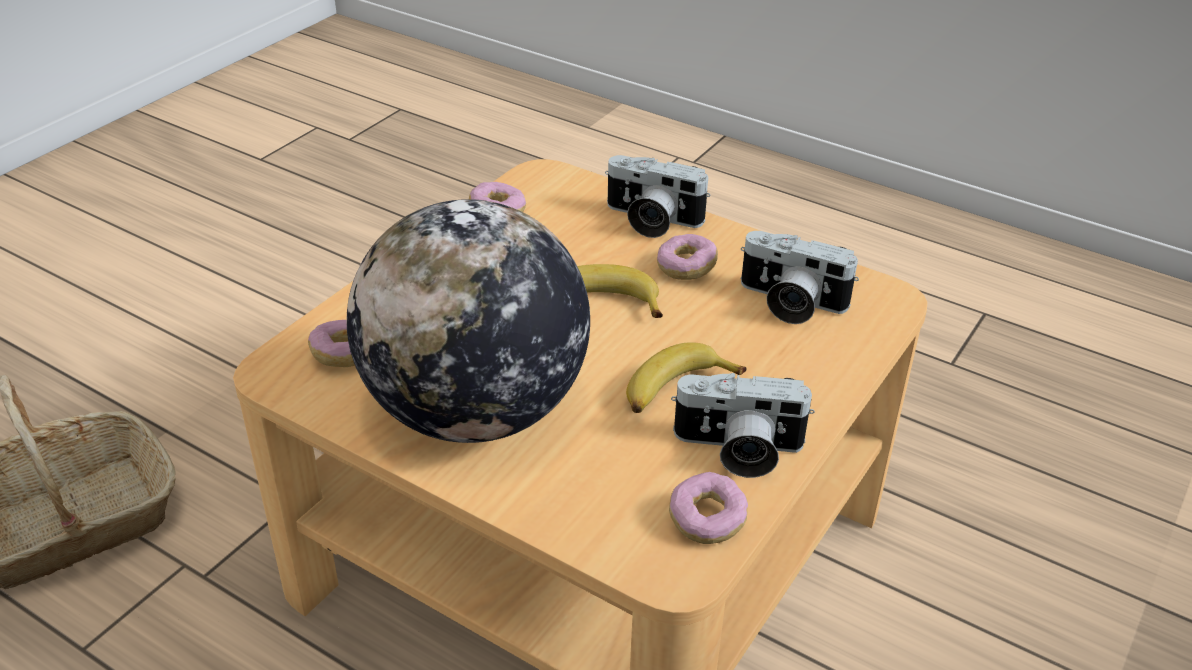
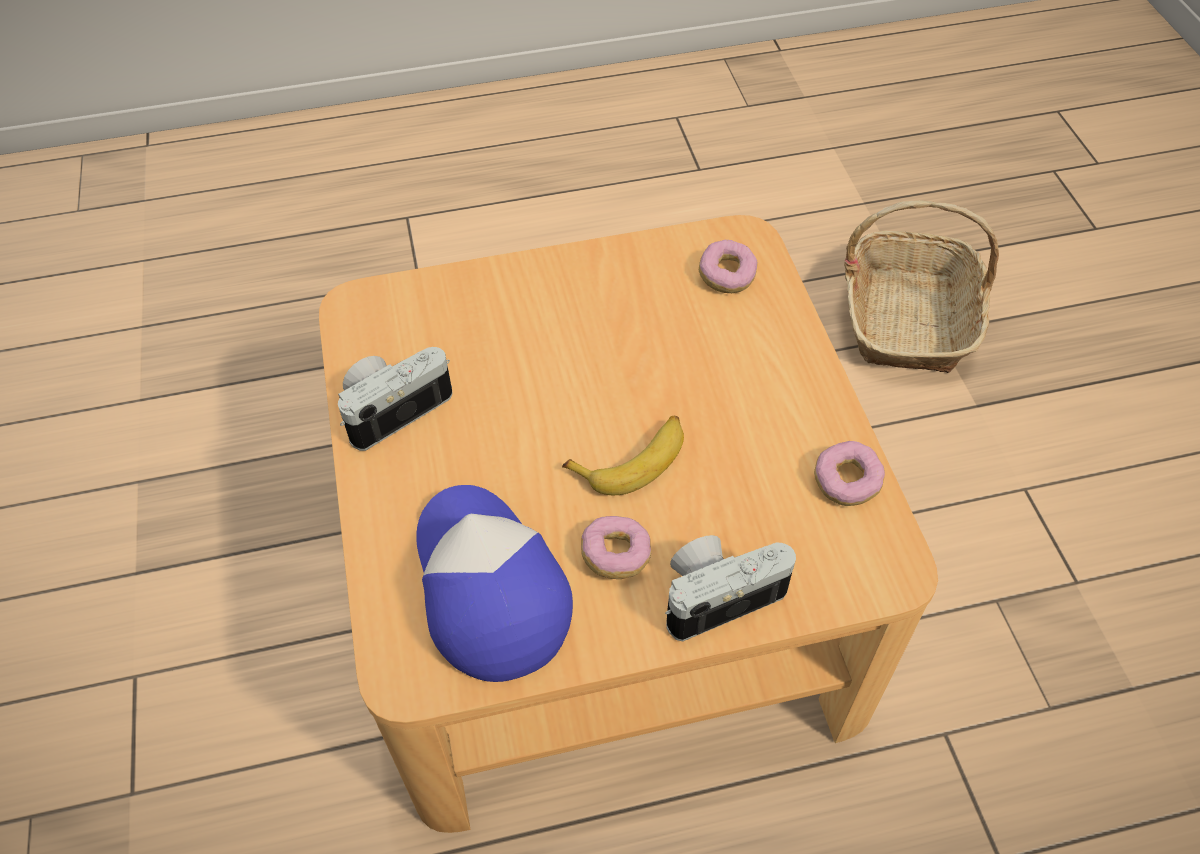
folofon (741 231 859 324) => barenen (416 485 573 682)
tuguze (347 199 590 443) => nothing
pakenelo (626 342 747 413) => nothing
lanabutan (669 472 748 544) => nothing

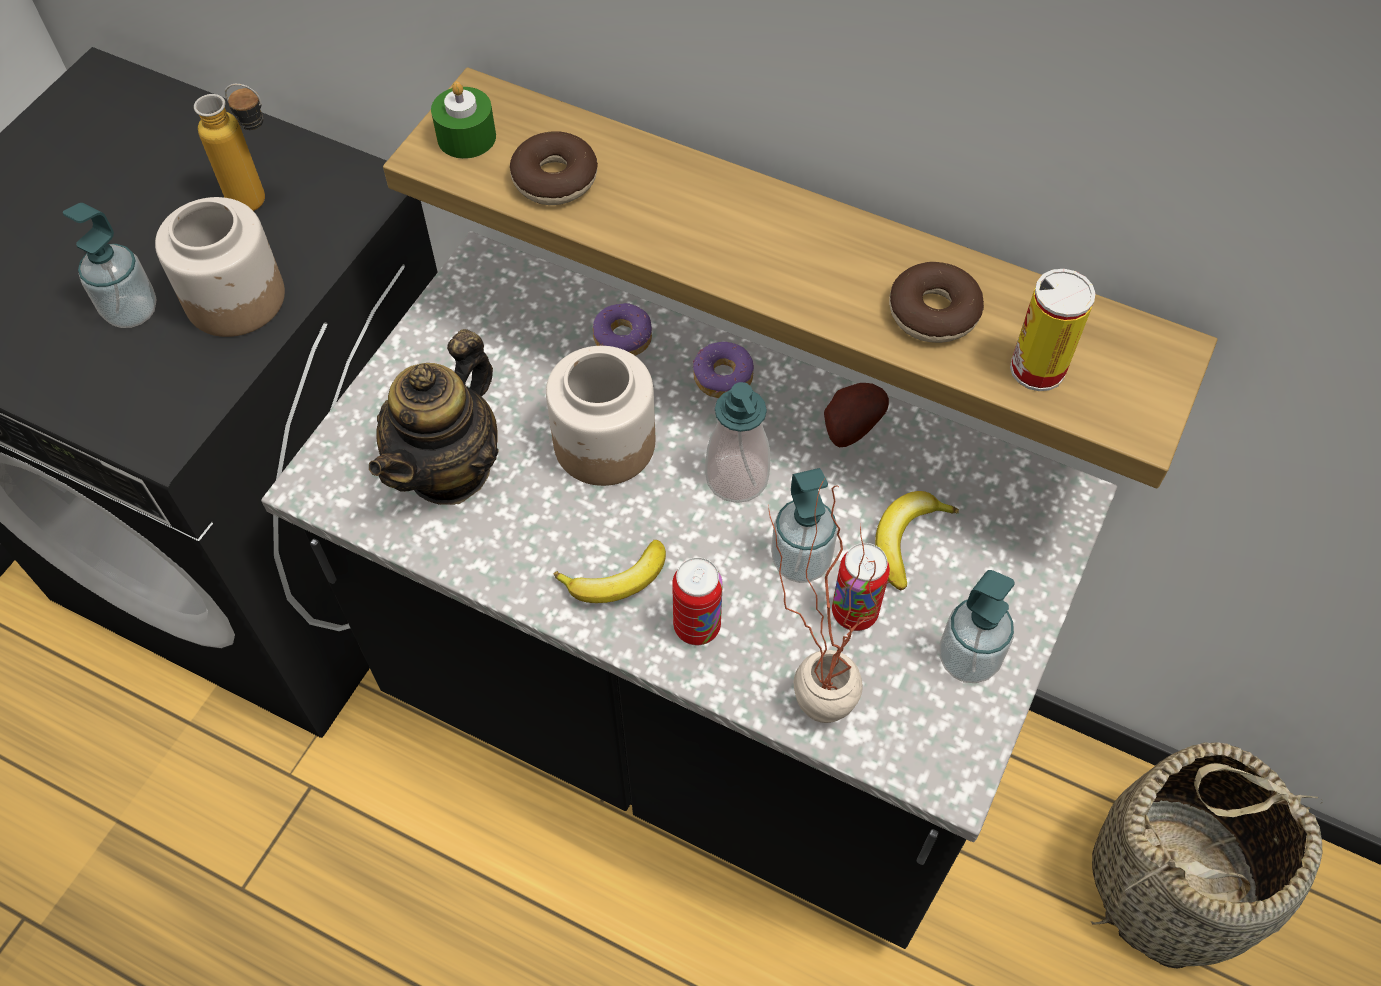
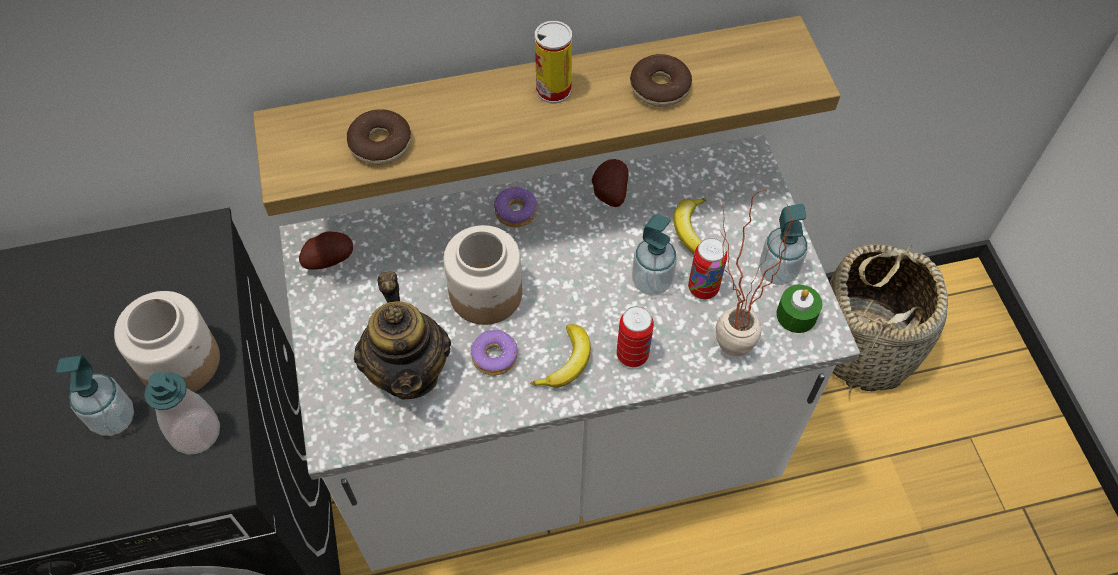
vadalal (705 382 770 503) => vadalal (144 372 220 455), relocated
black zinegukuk (261 231 1117 949) => white zinegukuk (279 135 860 571)
nothing => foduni (299 231 353 270)
lanabutan (593 303 652 356) => lanabutan (471 330 518 376), relocated
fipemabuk (1010 269 1096 391) => fipemabuk (535 21 572 103), relocated
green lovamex (431 81 496 159) => green lovamex (776 285 822 333), relocated
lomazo (194 84 265 211) => nothing

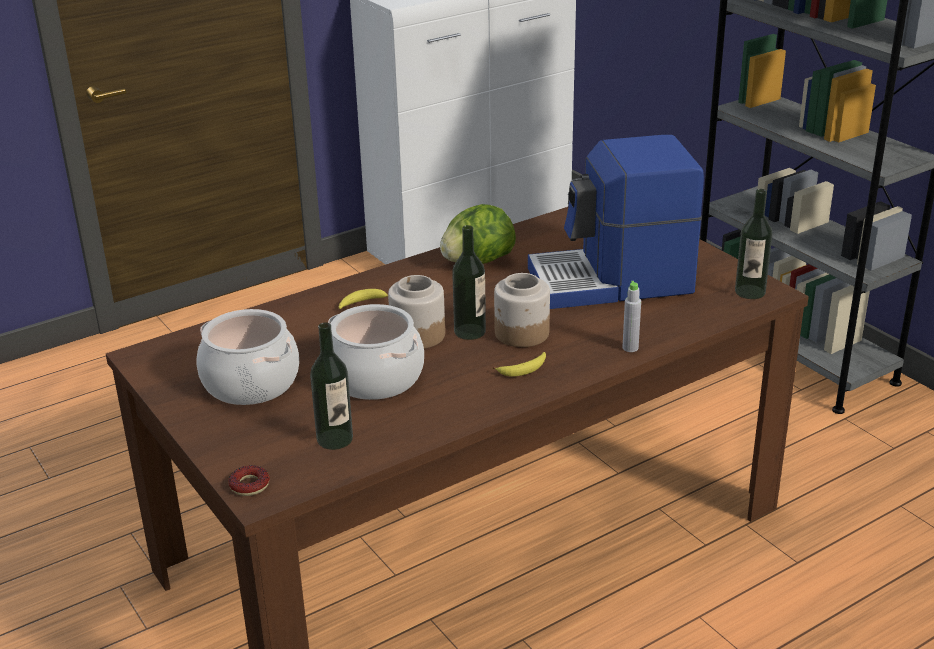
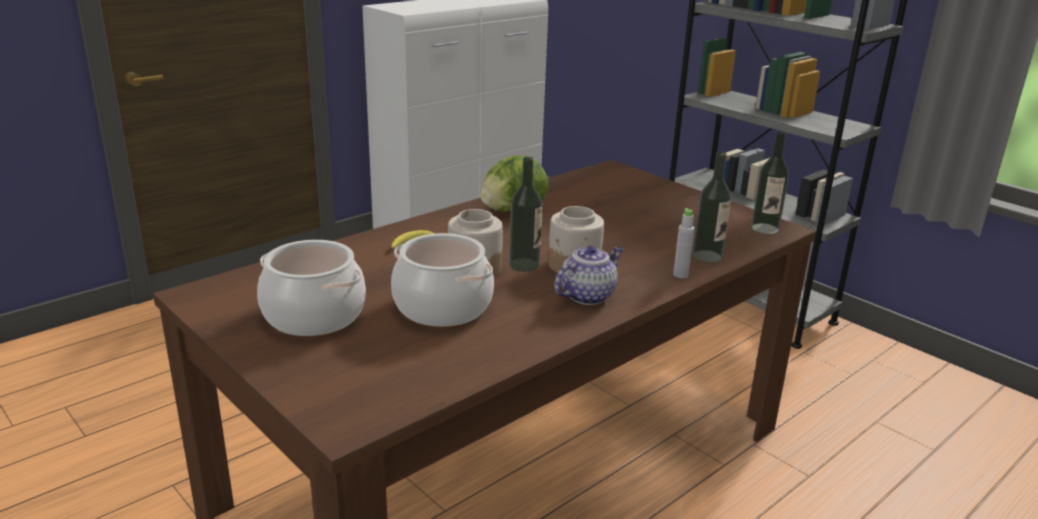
pakenelo (492 352 546 377) => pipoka (554 245 623 305)
lomazo (310 322 353 450) => lomazo (692 152 731 263), relocated
lanabutan (228 465 270 496) => nothing
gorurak (528 135 704 309) => nothing

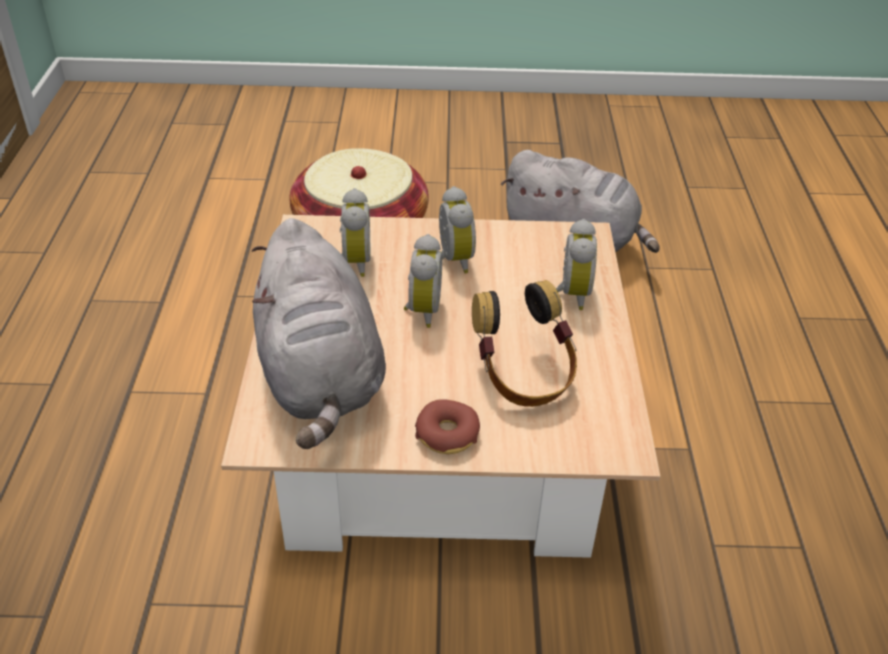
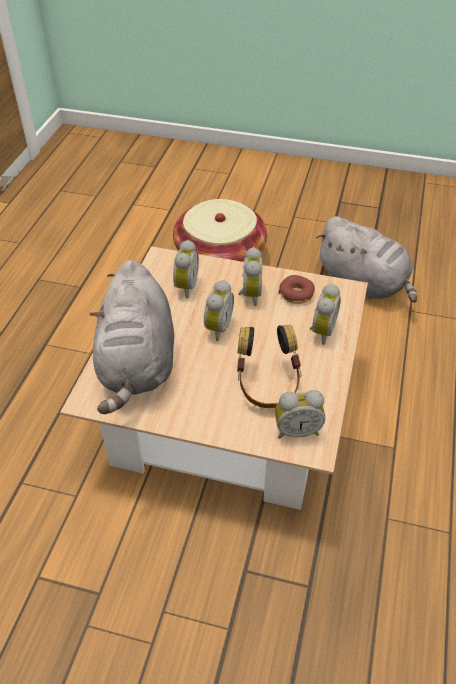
nothing => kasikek (275 390 325 439)
lanabutan (415 399 480 454) => lanabutan (278 275 315 304), relocated

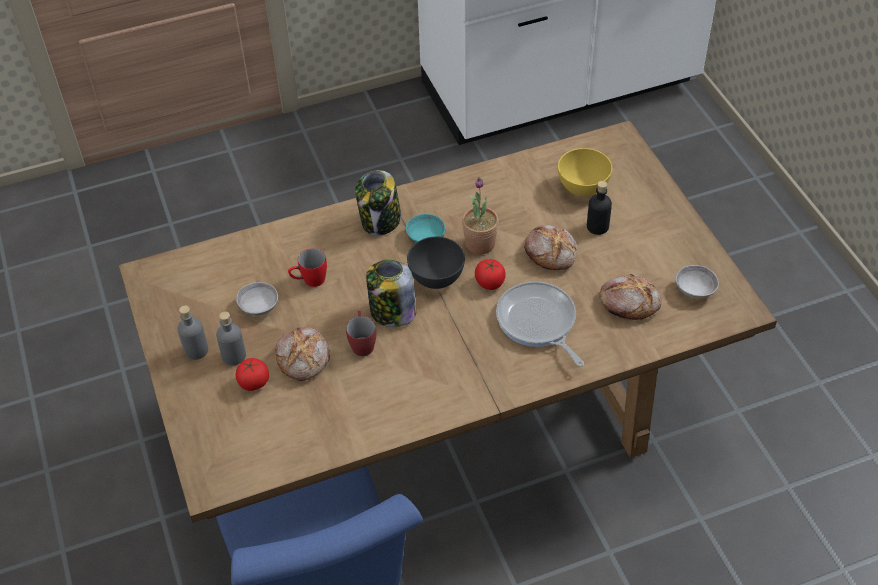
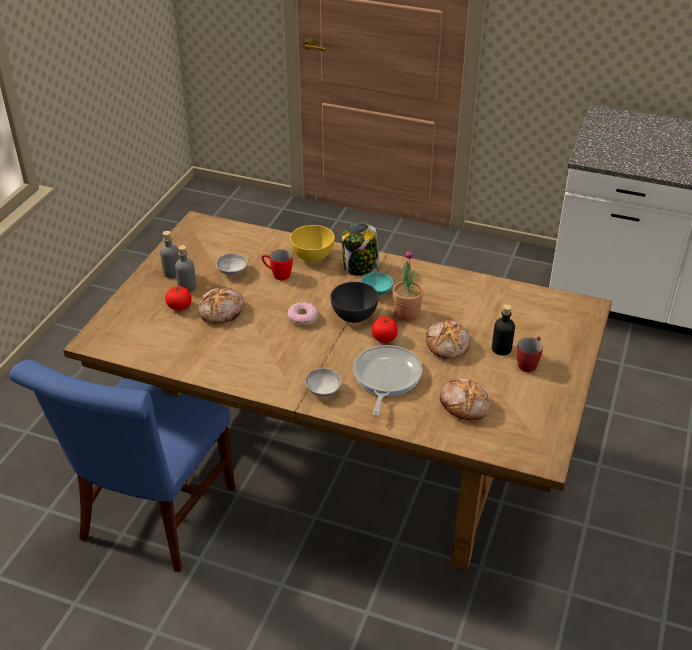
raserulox (366 260 416 327) => lanabutan (287 302 318 326)
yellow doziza (558 148 612 196) => yellow doziza (290 225 335 262), relocated
grey doziza (676 265 719 298) => grey doziza (305 368 342 397), relocated
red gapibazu (346 311 376 356) => red gapibazu (517 336 543 372), relocated

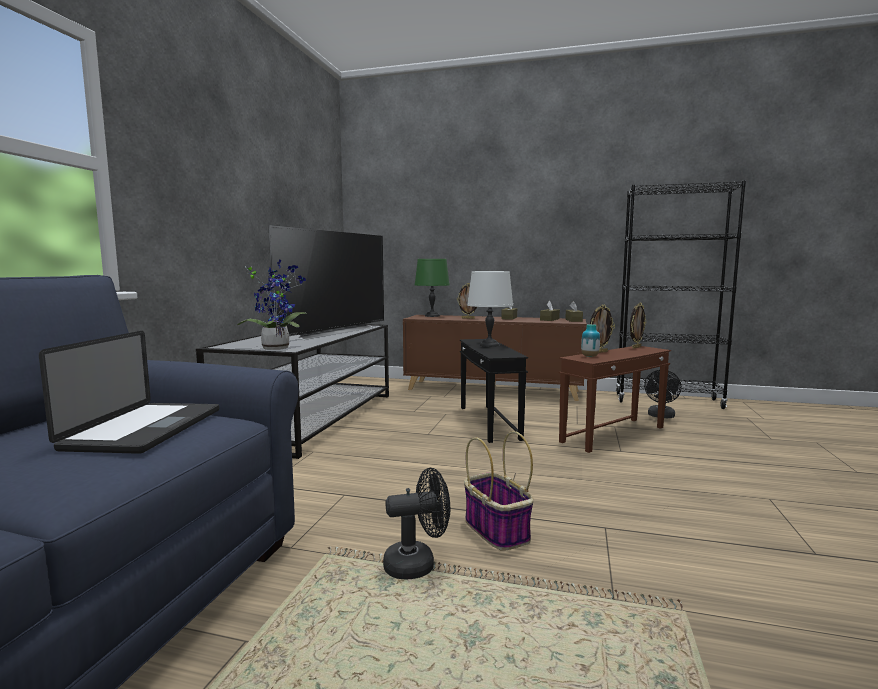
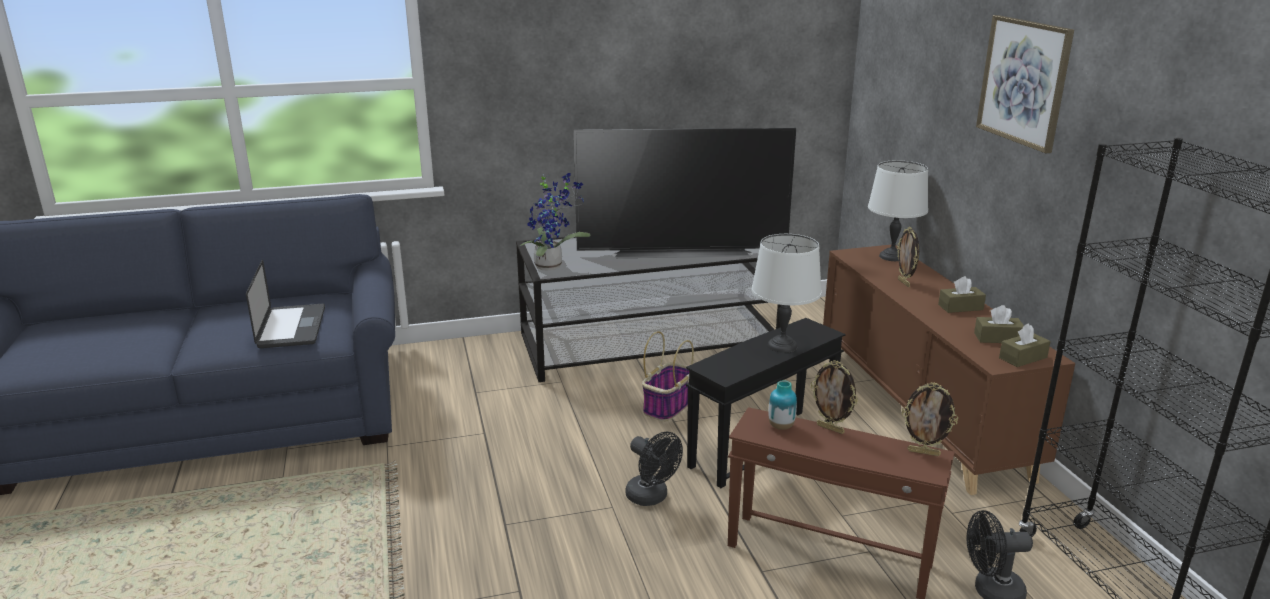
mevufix (39 331 219 454) => mevufix (246 260 325 348), 75 degrees counterclockwise
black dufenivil (383 468 450 579) => black dufenivil (625 432 683 506), relocated
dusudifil (464 431 534 551) => dusudifil (642 331 694 421), relocated
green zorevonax (415 259 450 317) => white zorevonax (868 160 928 261)
nothing => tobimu (976 15 1074 153)

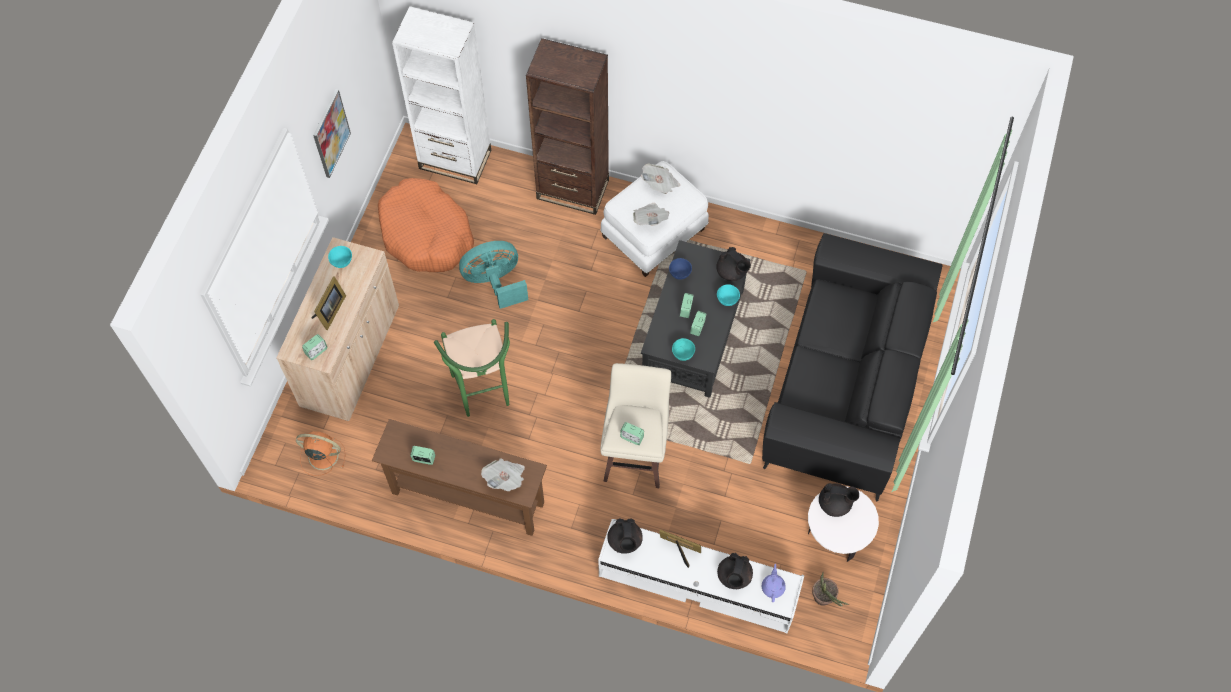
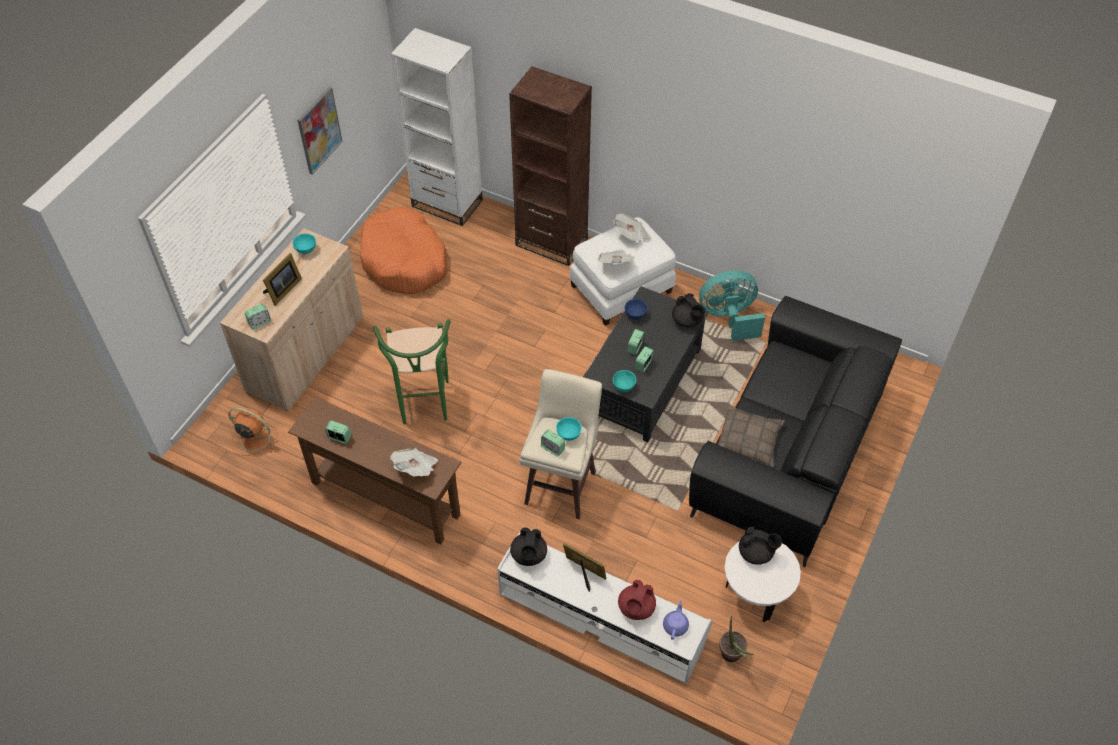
turquoise doziza (717 284 740 306) => turquoise doziza (556 417 582 441), relocated
black pipoka (717 553 753 589) => red pipoka (618 580 656 620)
turquoise dufenivil (459 241 528 309) => turquoise dufenivil (699 270 765 341), relocated
nothing => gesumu (718 405 784 467)

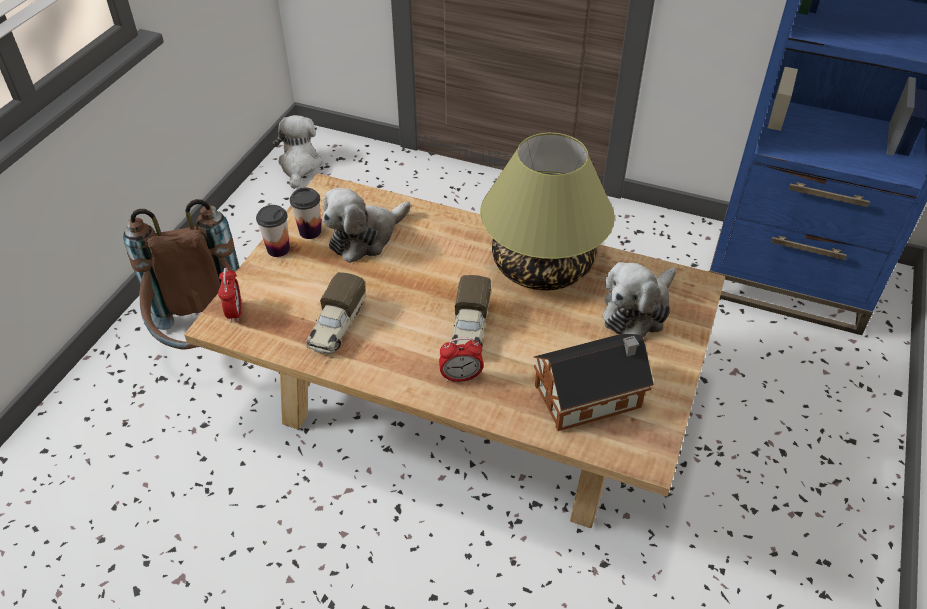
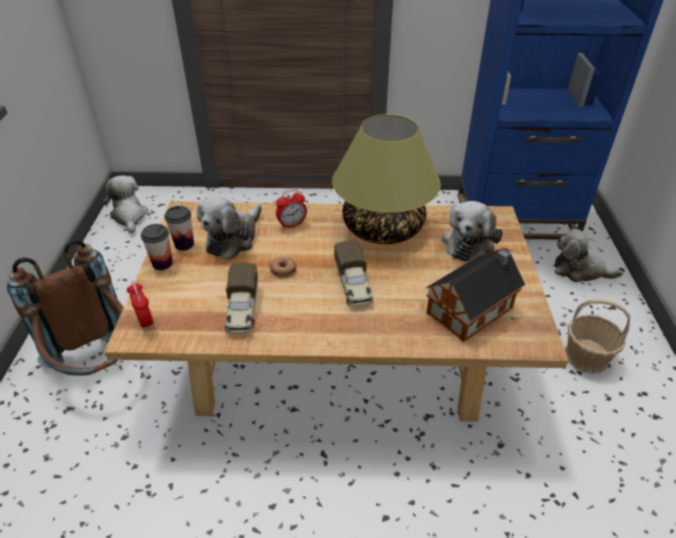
nothing => lanabutan (270 257 297 278)
kasikek (439 338 483 382) => kasikek (276 189 307 229), relocated
nothing => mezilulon (555 229 623 282)
nothing => dusudifil (565 299 630 374)

